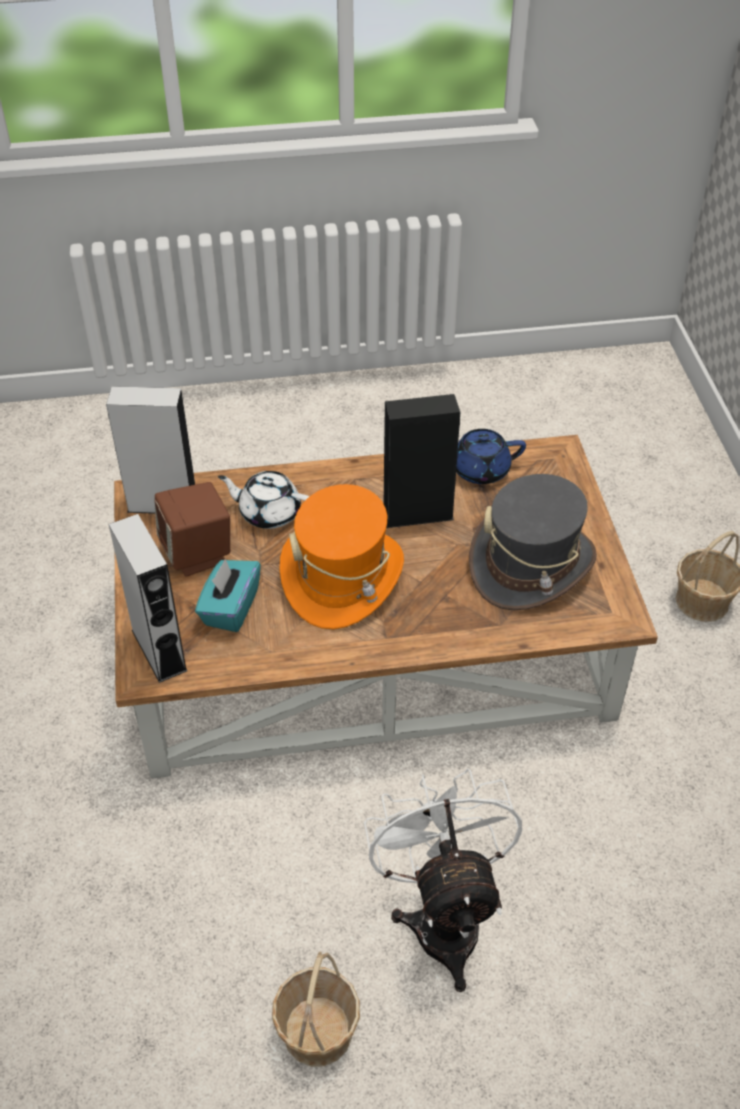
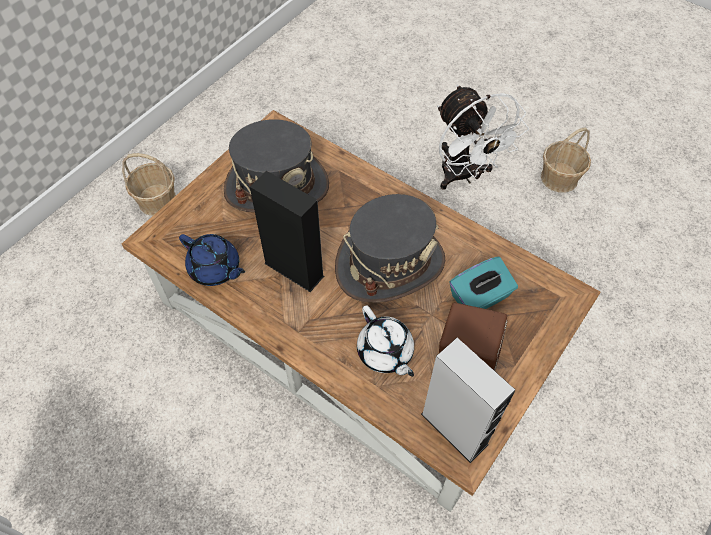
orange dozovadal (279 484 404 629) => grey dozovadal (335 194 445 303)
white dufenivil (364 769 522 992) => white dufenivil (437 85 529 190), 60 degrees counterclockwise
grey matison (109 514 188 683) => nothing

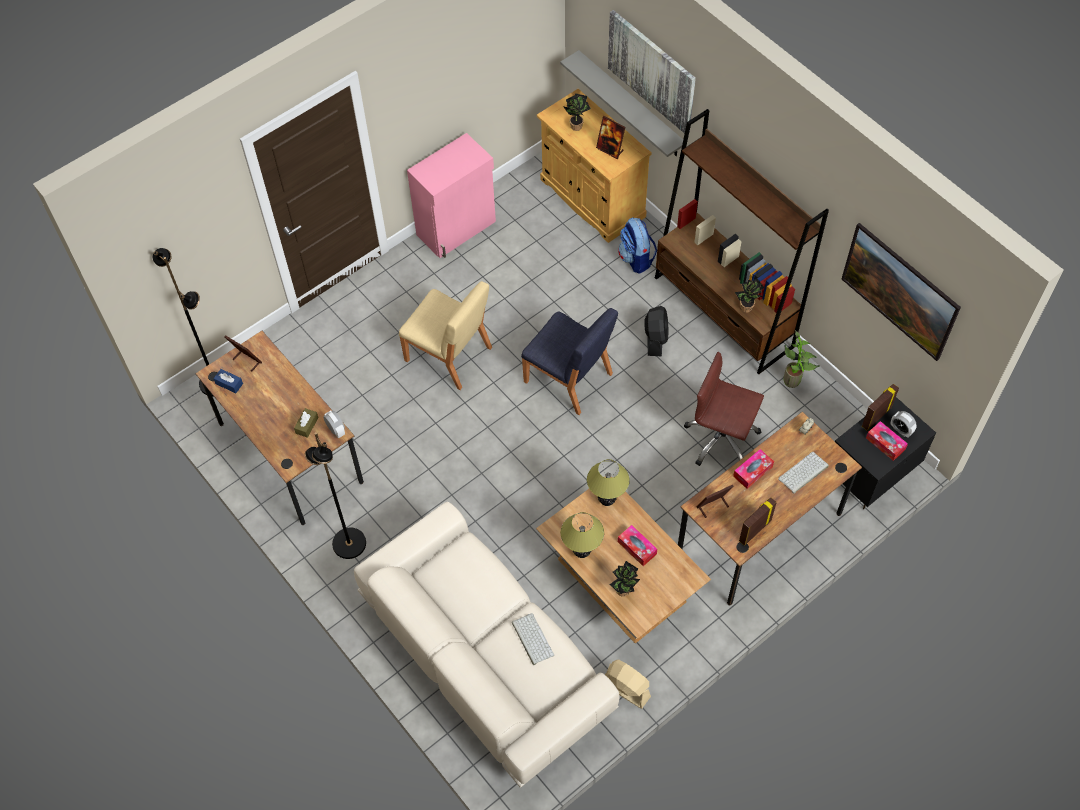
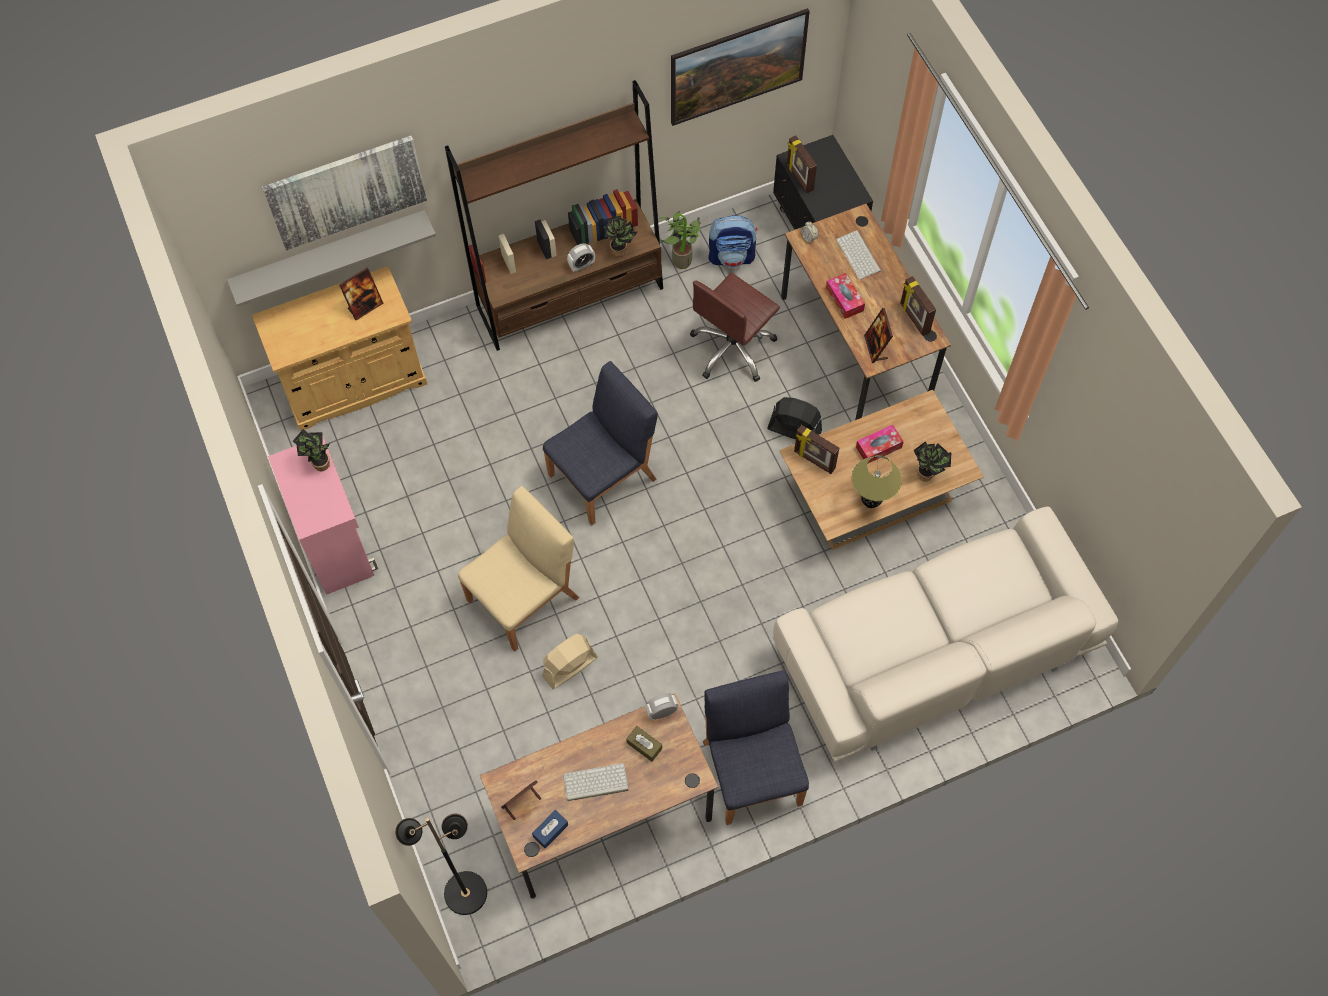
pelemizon (563 93 591 131) => pelemizon (293 429 330 471), relocated
beige dufenivil (605 660 651 709) => beige dufenivil (542 634 597 689), relocated
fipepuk (512 613 554 665) => fipepuk (563 763 629 801), relocated
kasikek (890 411 917 438) => kasikek (567 243 595 272), relocated
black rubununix (305 432 366 559) => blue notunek (703 670 809 825)
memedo (618 218 657 274) => memedo (708 215 757 268), relocated
black dufenivil (644 306 669 357) => black dufenivil (767 397 822 439), relocated
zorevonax (587 459 630 506) => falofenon (794 425 839 474)
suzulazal (866 421 908 461) => nothing

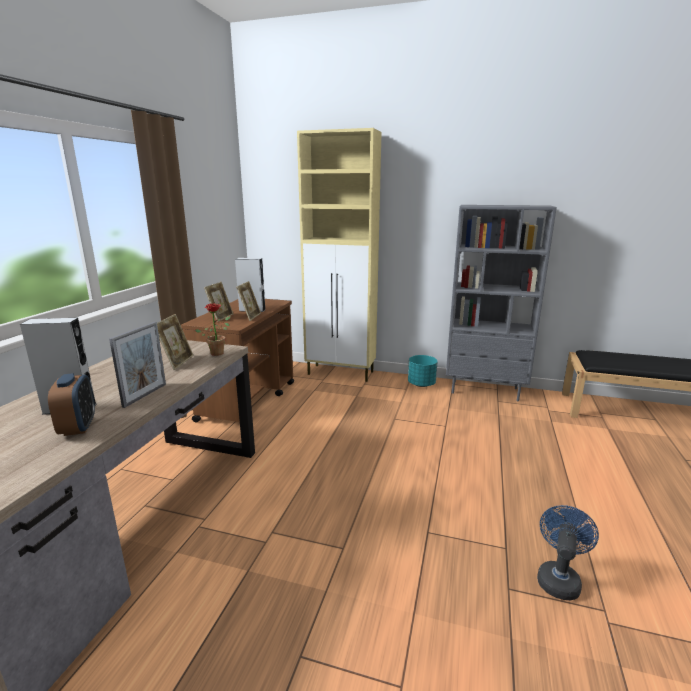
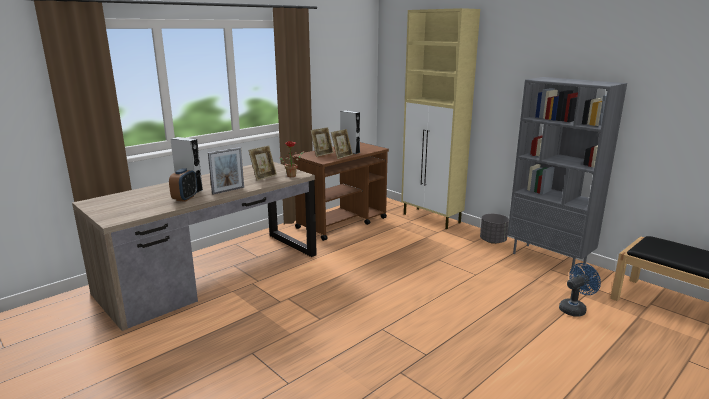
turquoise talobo (408 355 438 387) => grey talobo (480 214 509 244)
blue dufenivil (537 505 599 600) => blue dufenivil (559 263 601 317), relocated

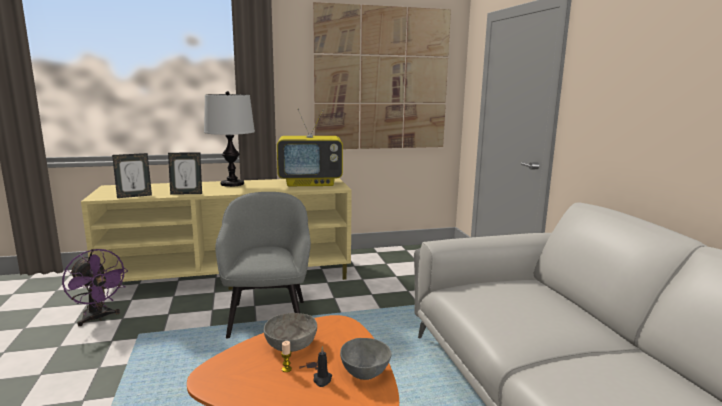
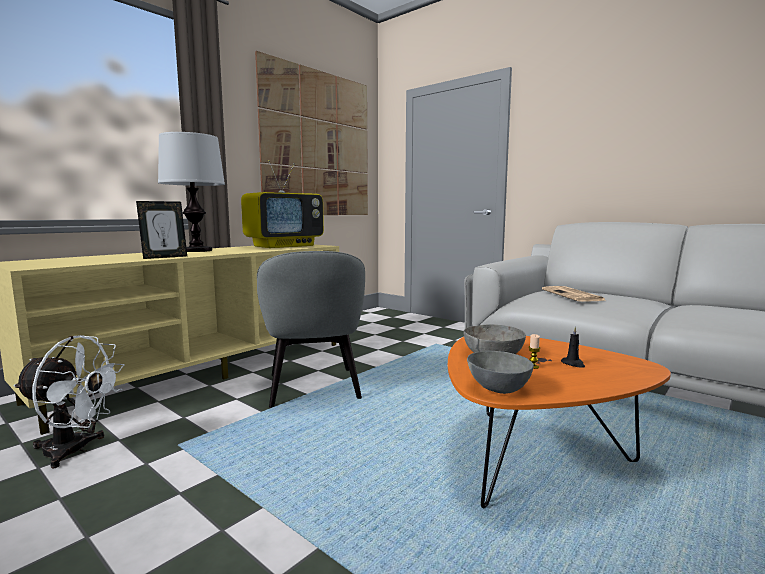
purple dufenivil (62 249 128 326) => white dufenivil (13 335 125 469)
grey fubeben (215 192 311 338) => grey fubeben (257 251 365 408), 150 degrees counterclockwise
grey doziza (340 338 391 380) => grey doziza (467 351 534 394), relocated
nothing => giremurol (542 286 607 302)
falofenon (112 153 152 198) => nothing

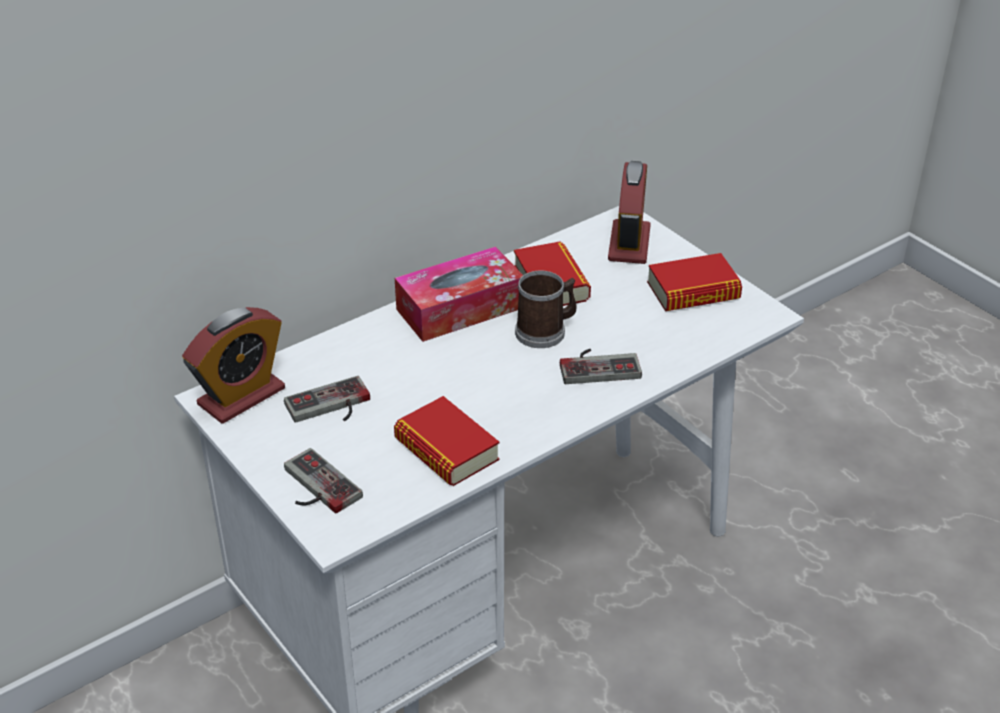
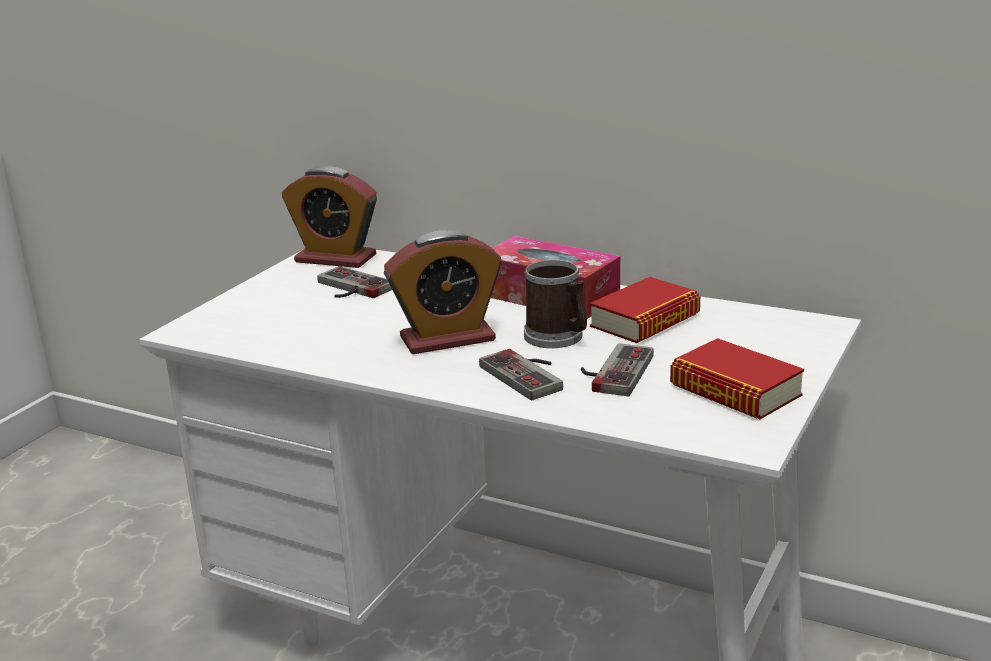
kasikek (608 161 651 264) => kasikek (384 230 502 354), relocated
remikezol (284 448 363 513) => remikezol (581 343 654 396), relocated
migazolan (394 396 499 486) => nothing

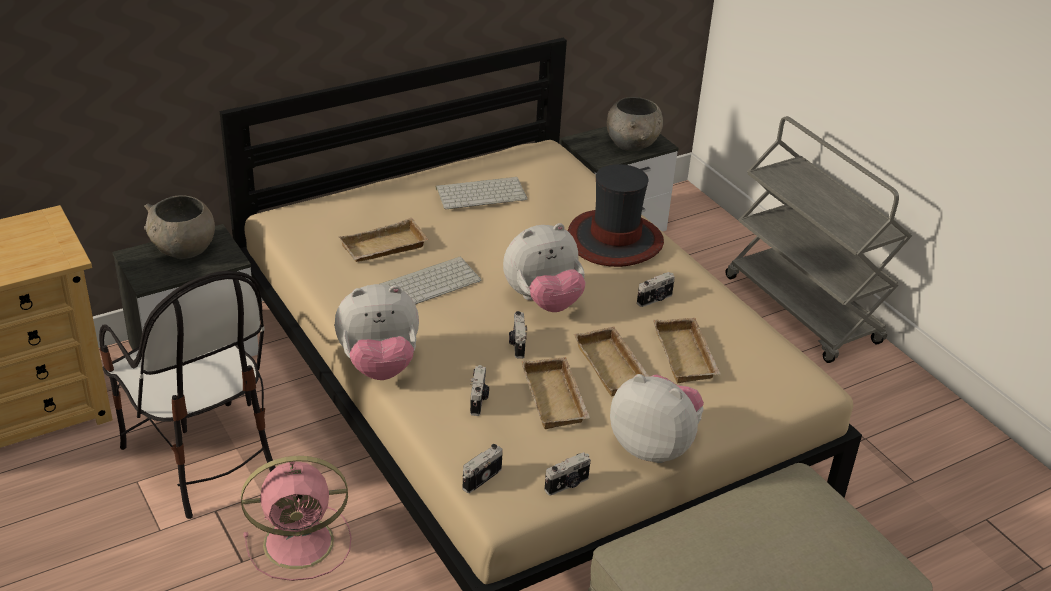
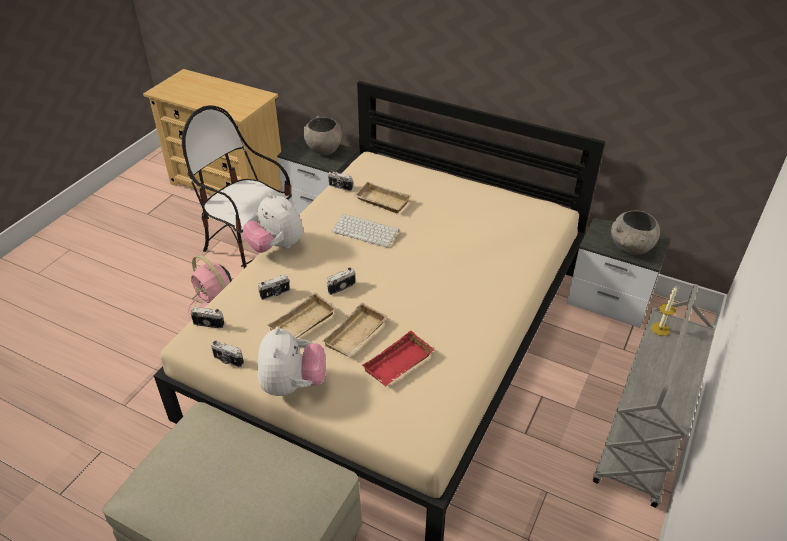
notunek (99 271 276 519) => notunek (182 105 292 268), 105 degrees clockwise
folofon (637 272 675 307) => folofon (328 171 353 191), relocated
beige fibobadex (653 318 721 383) => red fibobadex (362 331 435 386)
nothing => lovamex (651 286 677 336)
fipepuk (436 177 527 209) => nothing
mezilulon (503 223 586 312) => nothing
dozovadal (568 164 664 267) => nothing

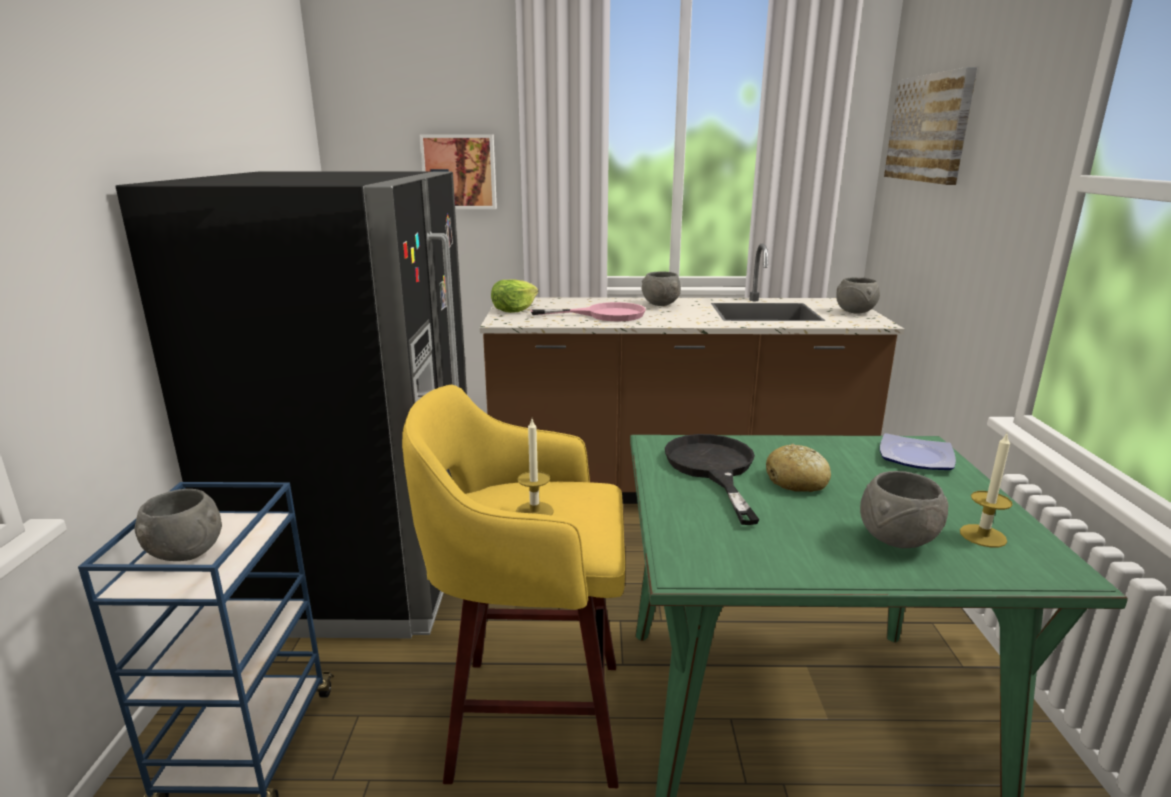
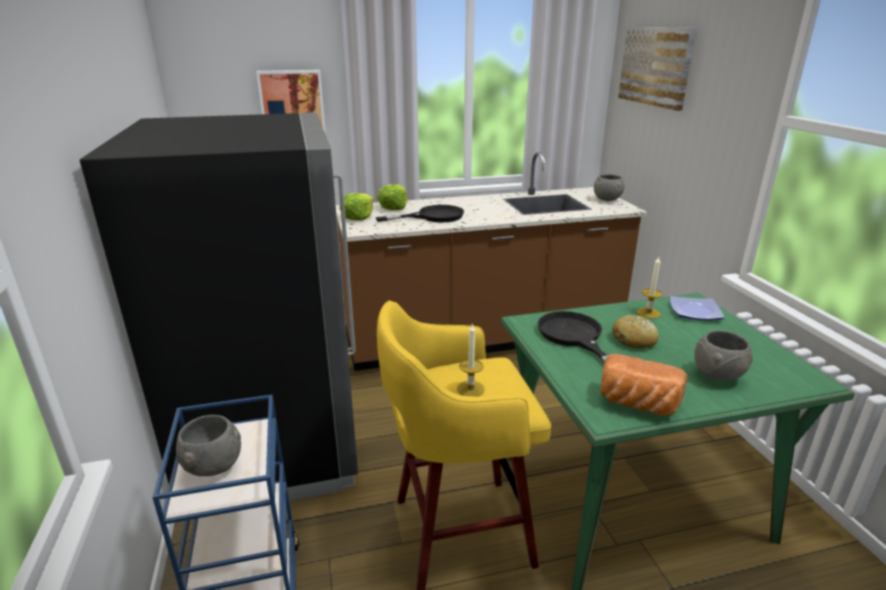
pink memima (530 302 646 321) => black memima (376 205 464 222)
nothing => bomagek (377 184 407 210)
nothing => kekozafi (601 354 688 416)
lovamex (960 434 1013 547) => lovamex (637 257 663 319), relocated
grey doziza (642 272 681 306) => nothing

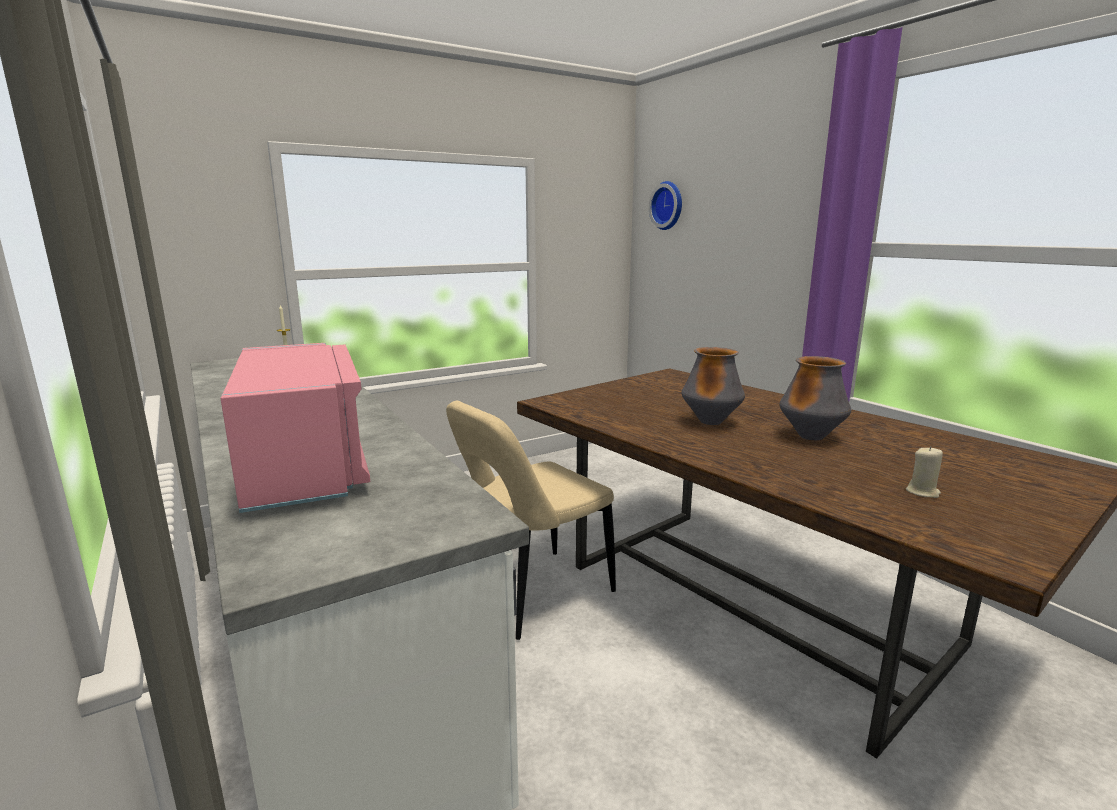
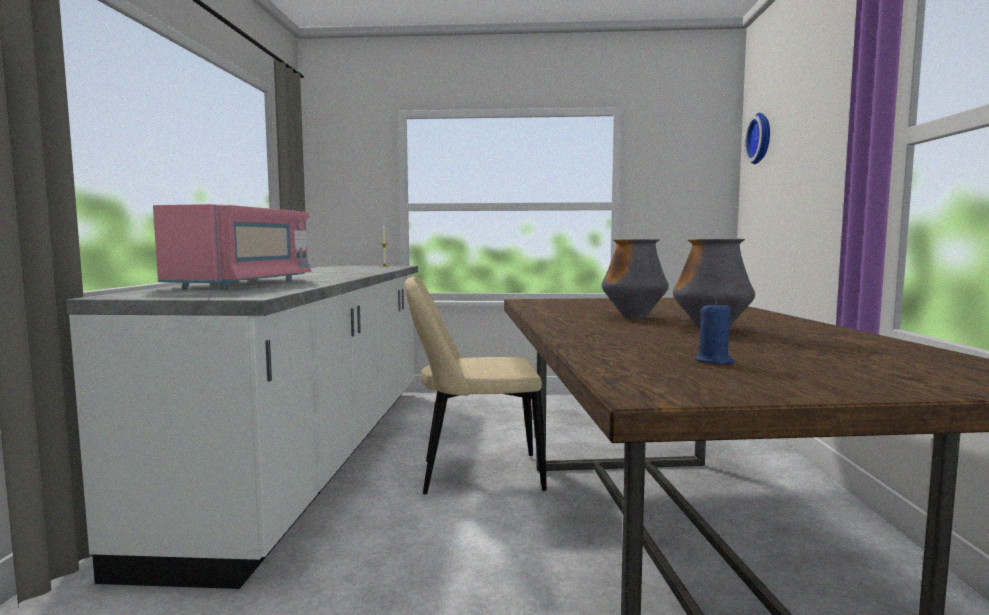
beige lovamex (906 446 943 498) => blue lovamex (695 301 735 365)

